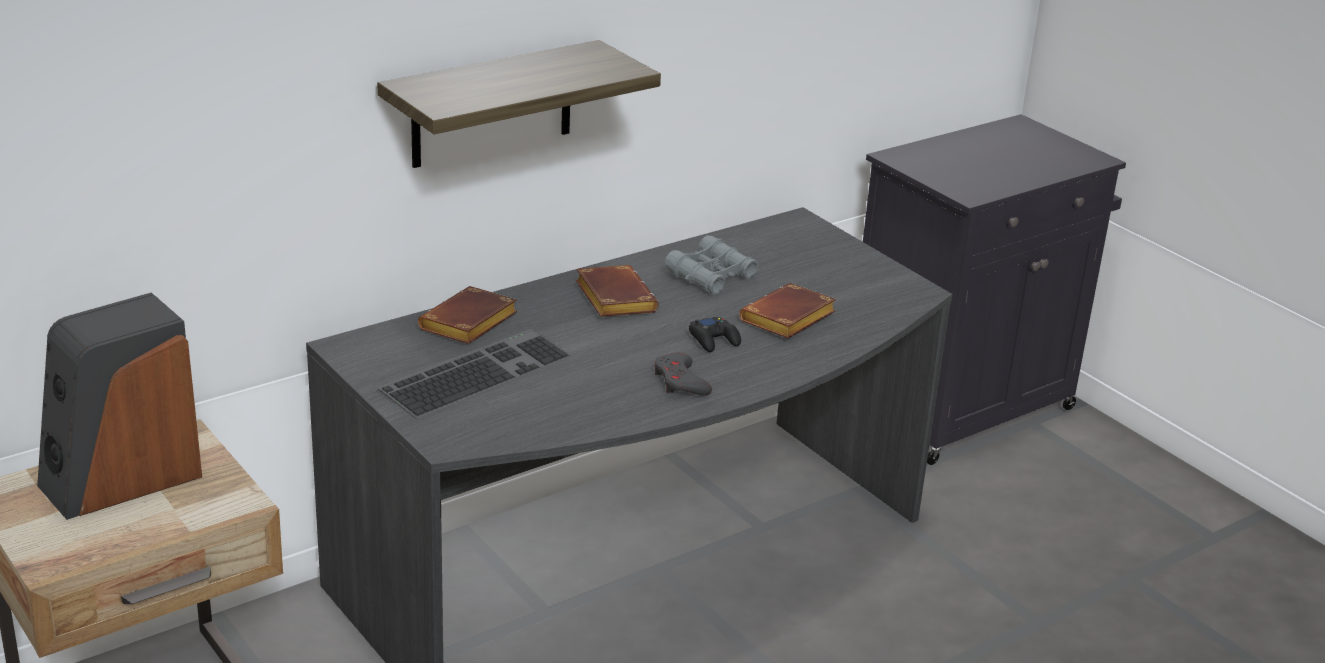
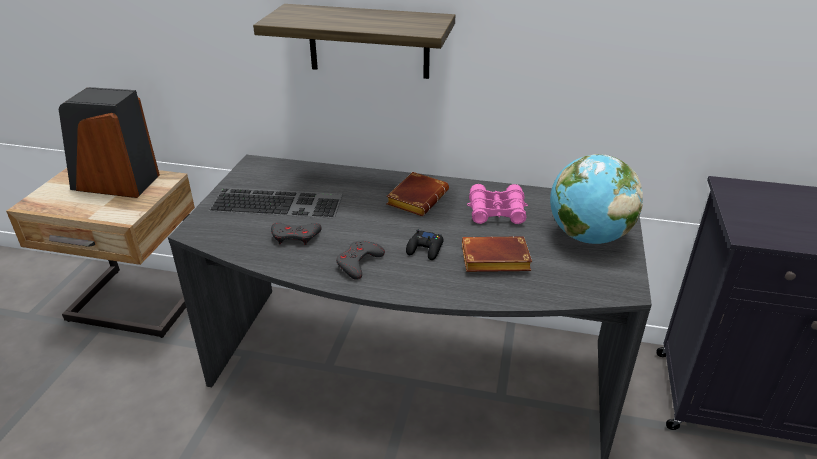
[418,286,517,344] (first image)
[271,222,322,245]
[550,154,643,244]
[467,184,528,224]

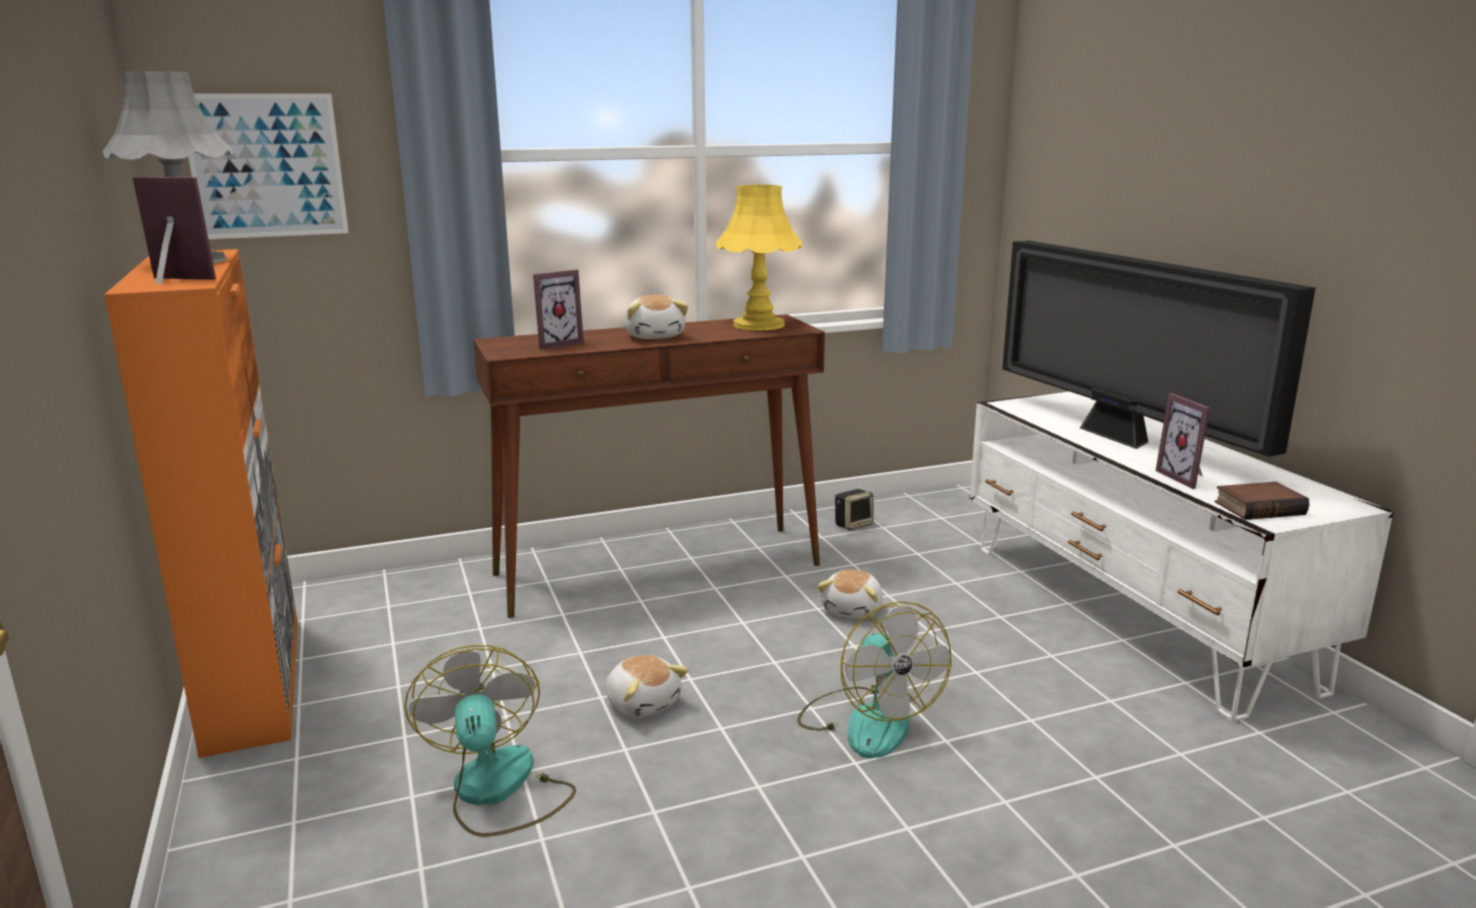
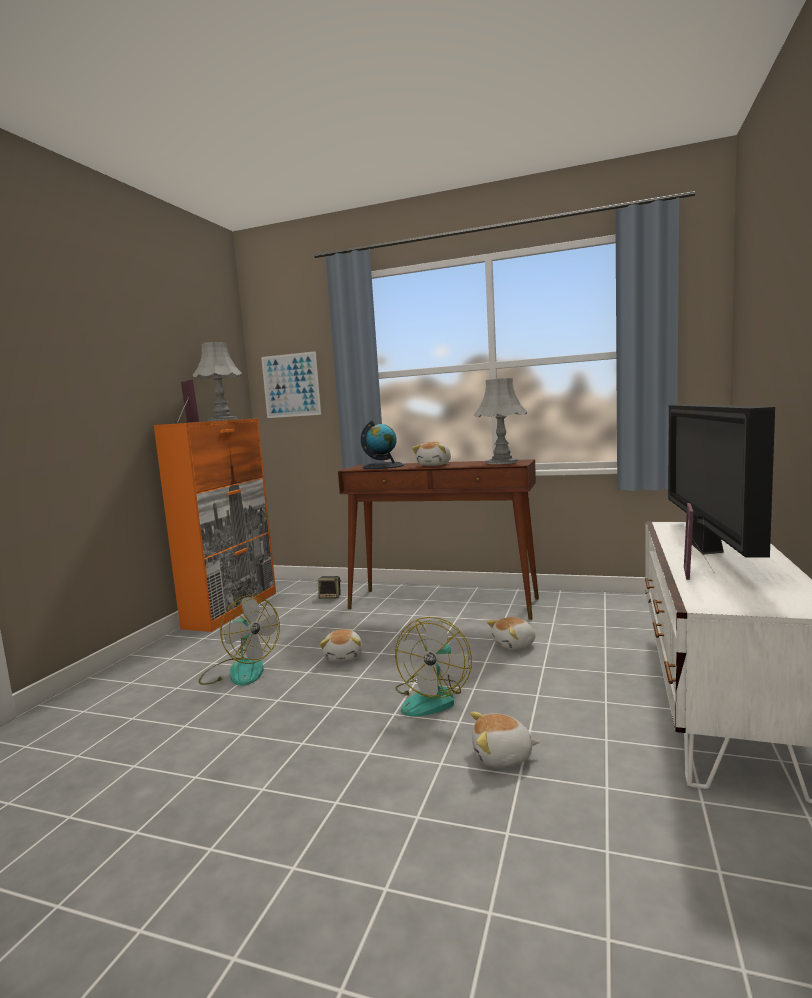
[1215,482,1309,520] (first image)
[470,712,540,767]
[318,576,341,599]
[360,421,404,469]
[474,378,527,464]
[199,595,280,686]

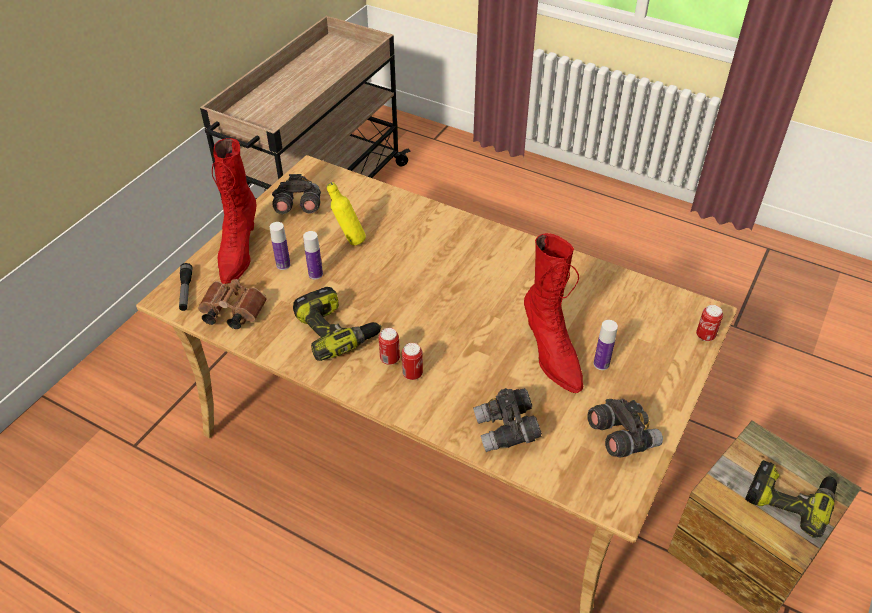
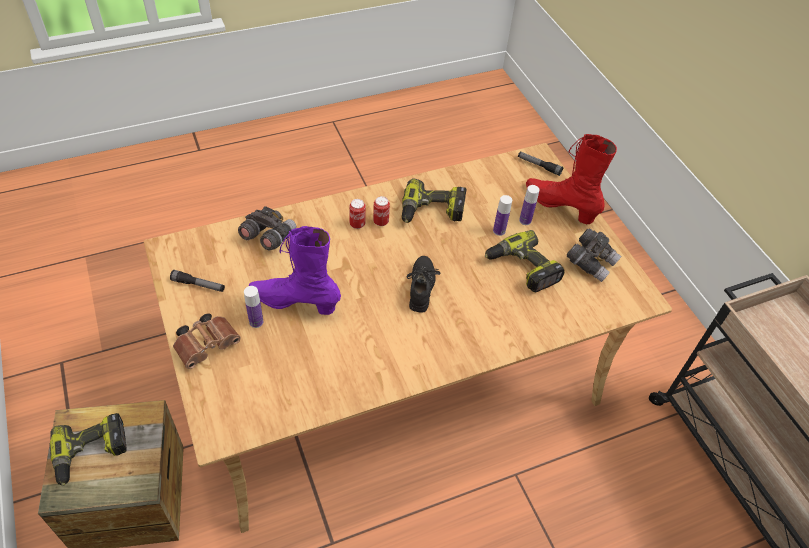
[696,305,723,341] (first image)
[406,256,441,313]
[173,313,241,369]
[485,230,565,292]
[170,270,225,292]
[249,226,341,315]

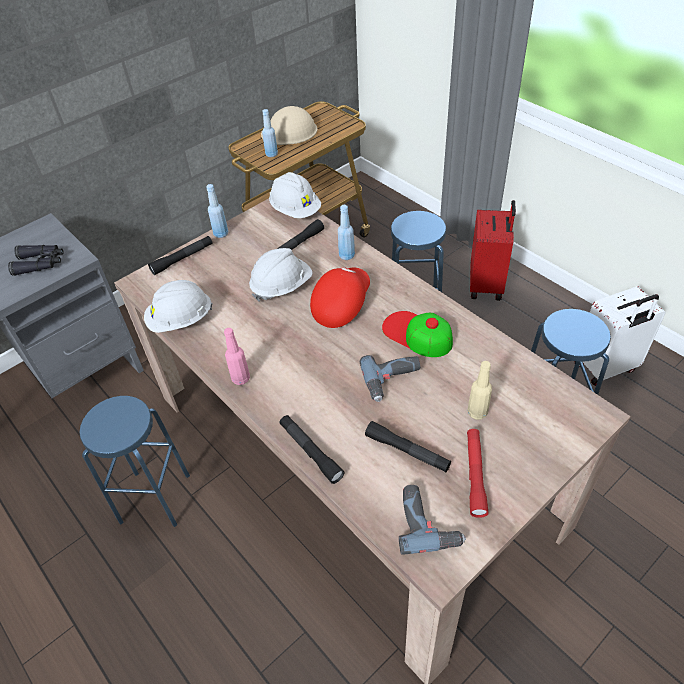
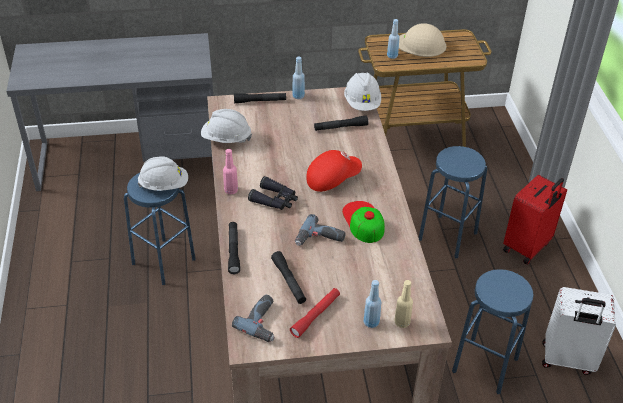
[248,176,298,210]
[138,156,188,191]
[364,280,381,328]
[394,280,413,328]

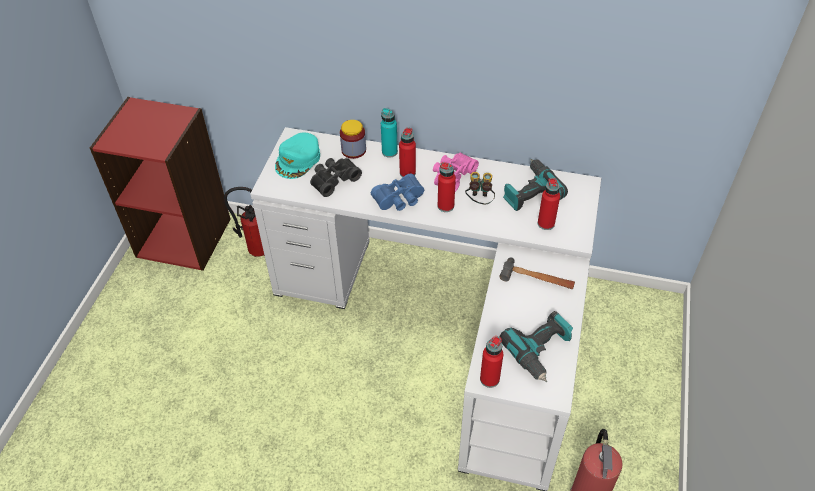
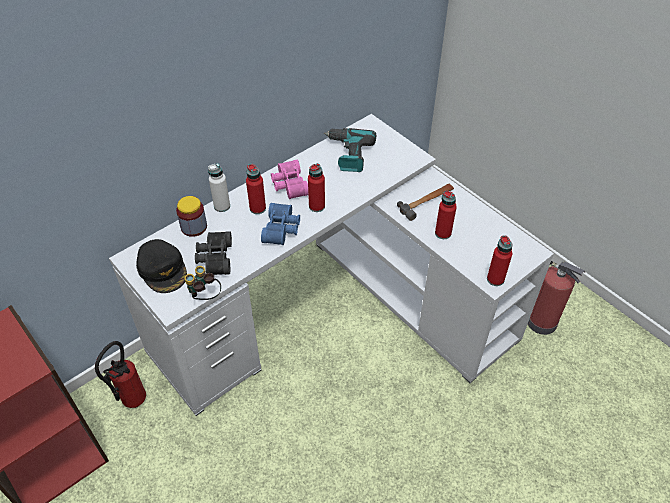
[499,311,573,382] (first image)
[184,266,221,300]
[435,190,457,239]
[136,239,187,293]
[208,163,230,212]

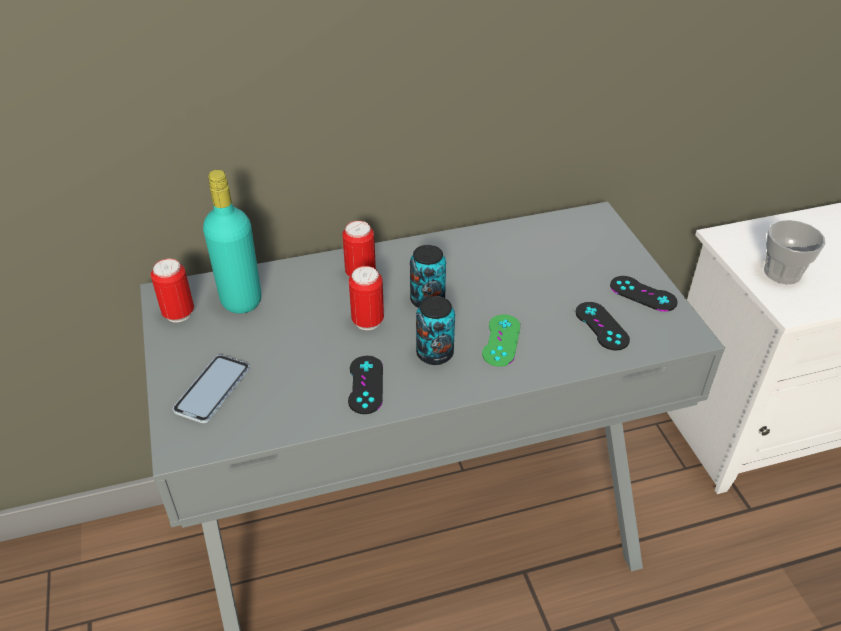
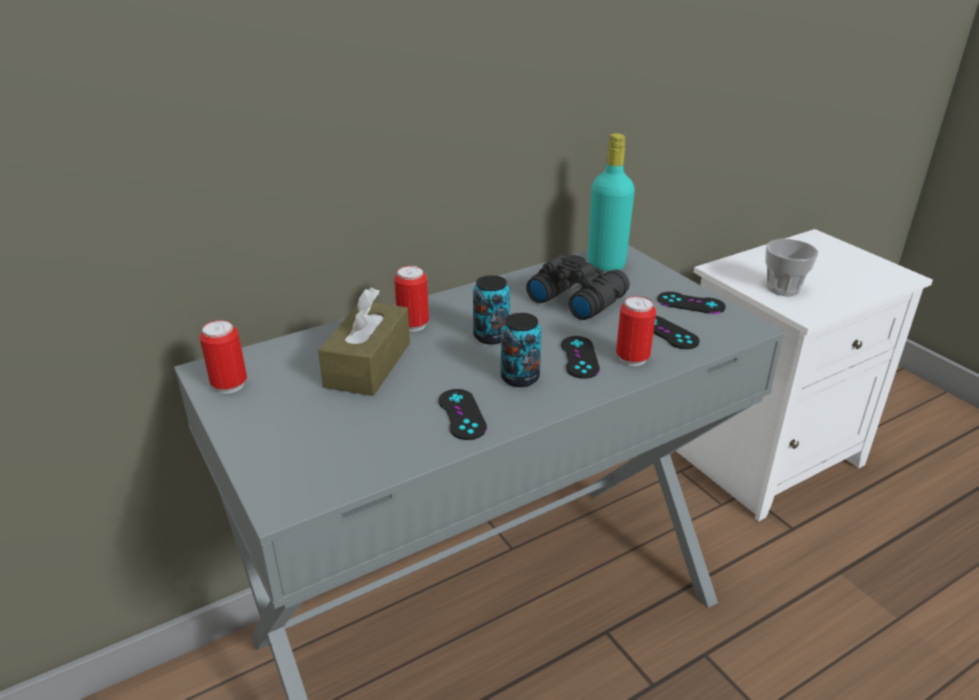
[173,355,250,423] (first image)
[318,287,410,396]
[526,255,630,320]
[588,133,635,272]
[616,296,656,366]
[561,336,600,379]

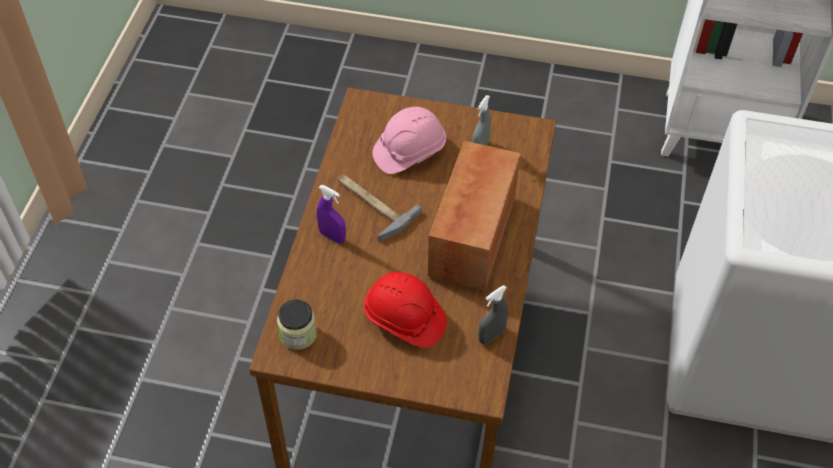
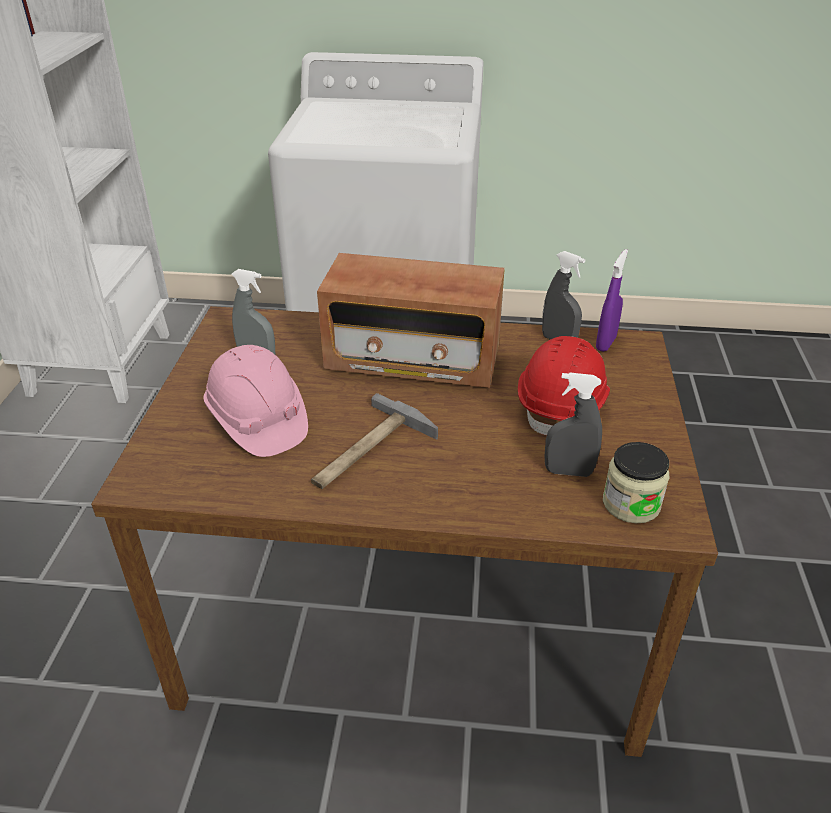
[545,372,602,477]
[596,249,628,352]

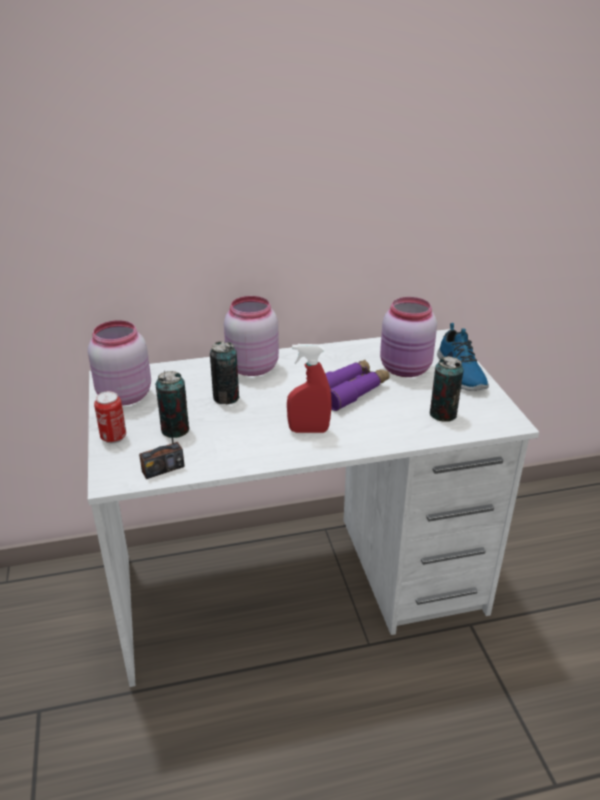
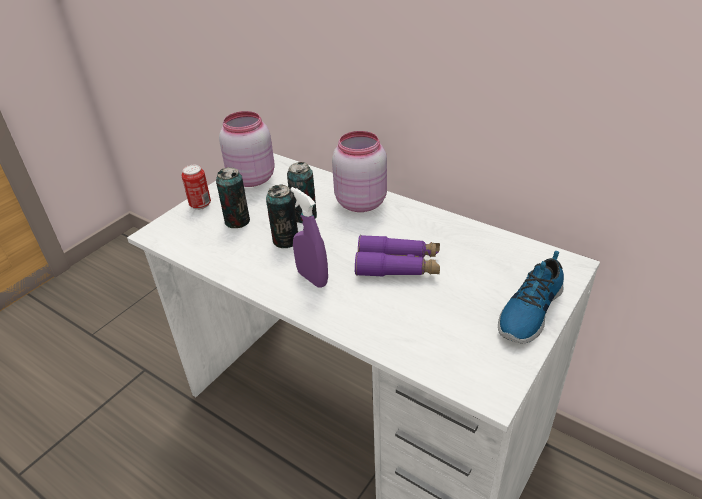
[139,372,185,479] (first image)
[380,297,437,377] (first image)
[266,184,298,248]
[290,187,328,288]

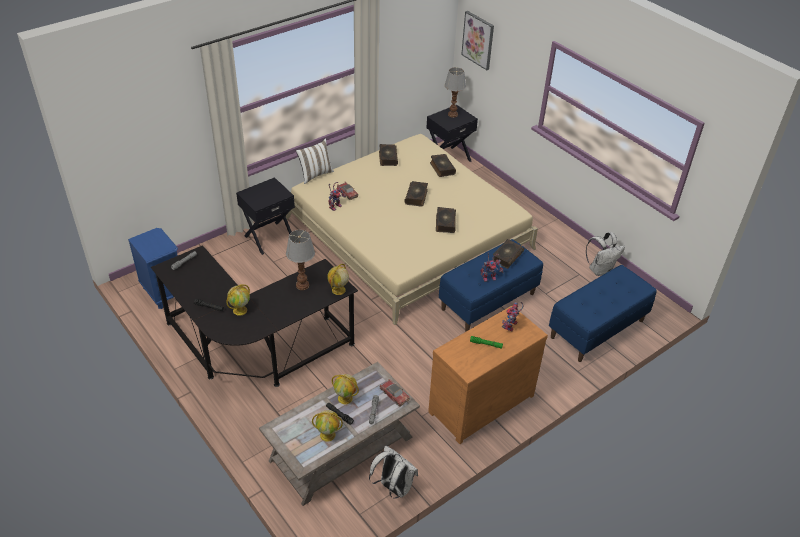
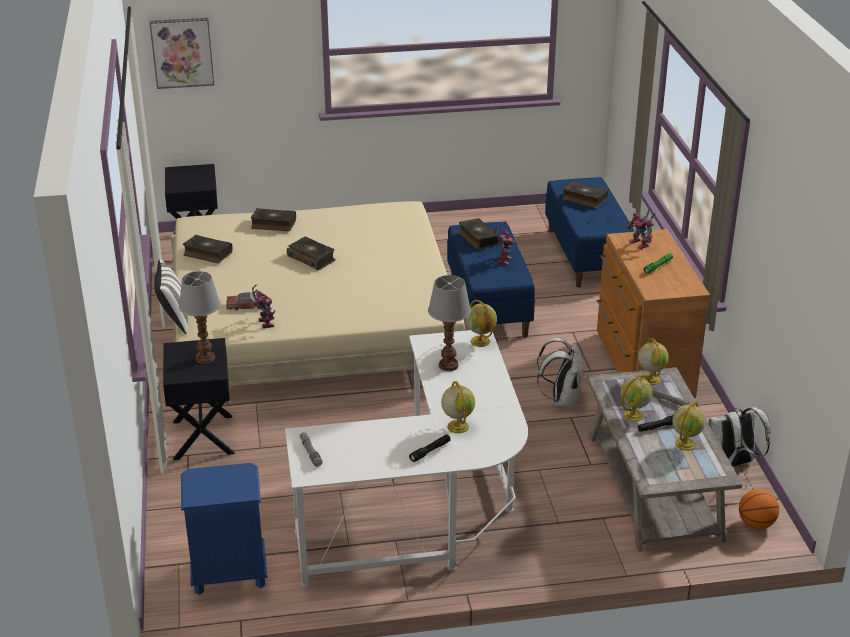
[739,489,779,529]
[562,182,608,208]
[179,271,221,364]
[537,338,584,408]
[638,338,669,385]
[285,330,528,587]

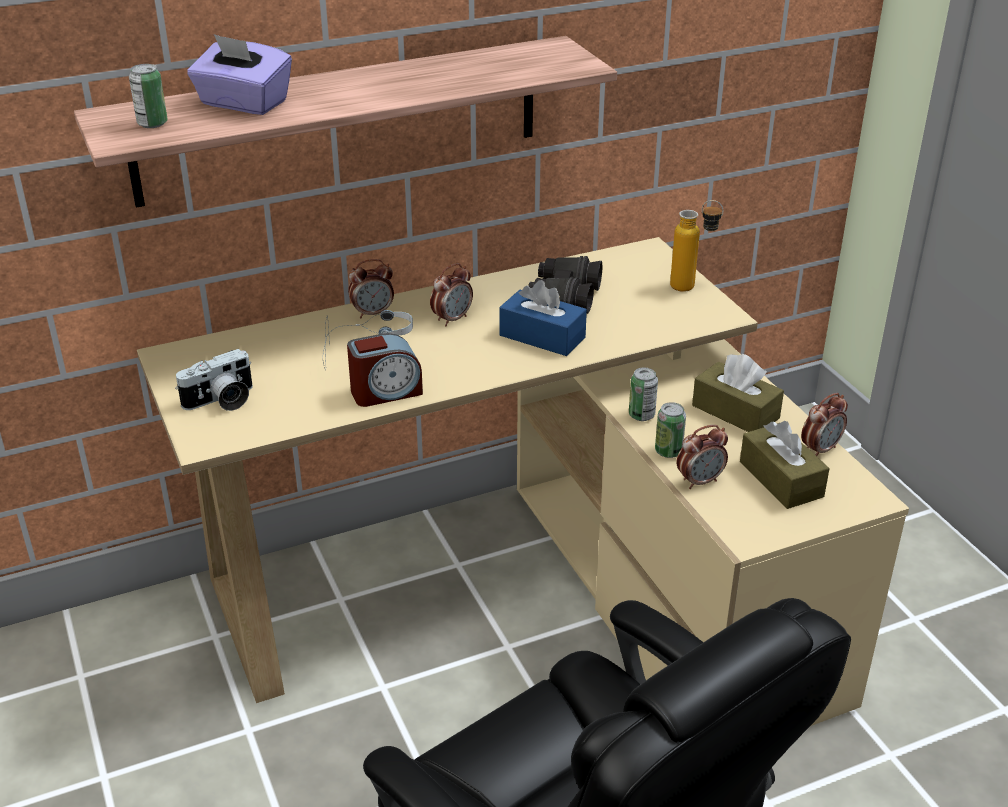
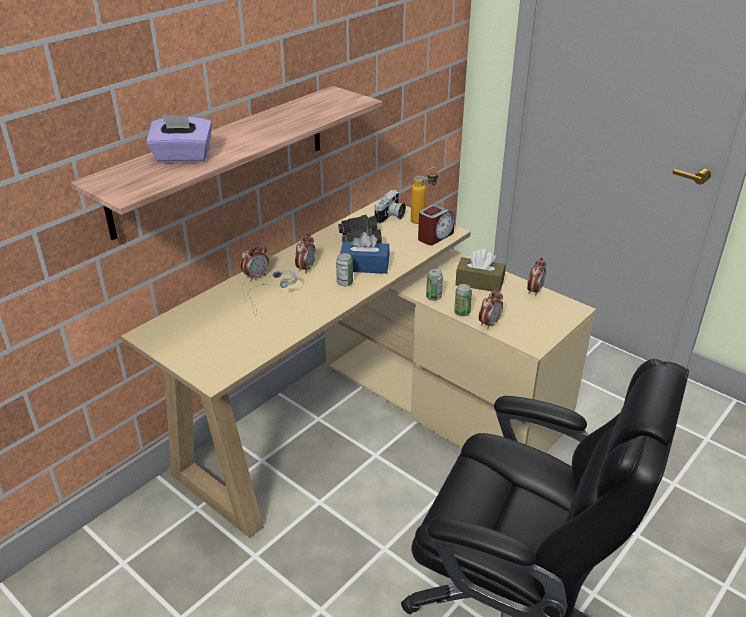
[740,421,830,509] (first image)
[336,253,353,286]
[375,190,406,224]
[418,205,455,245]

